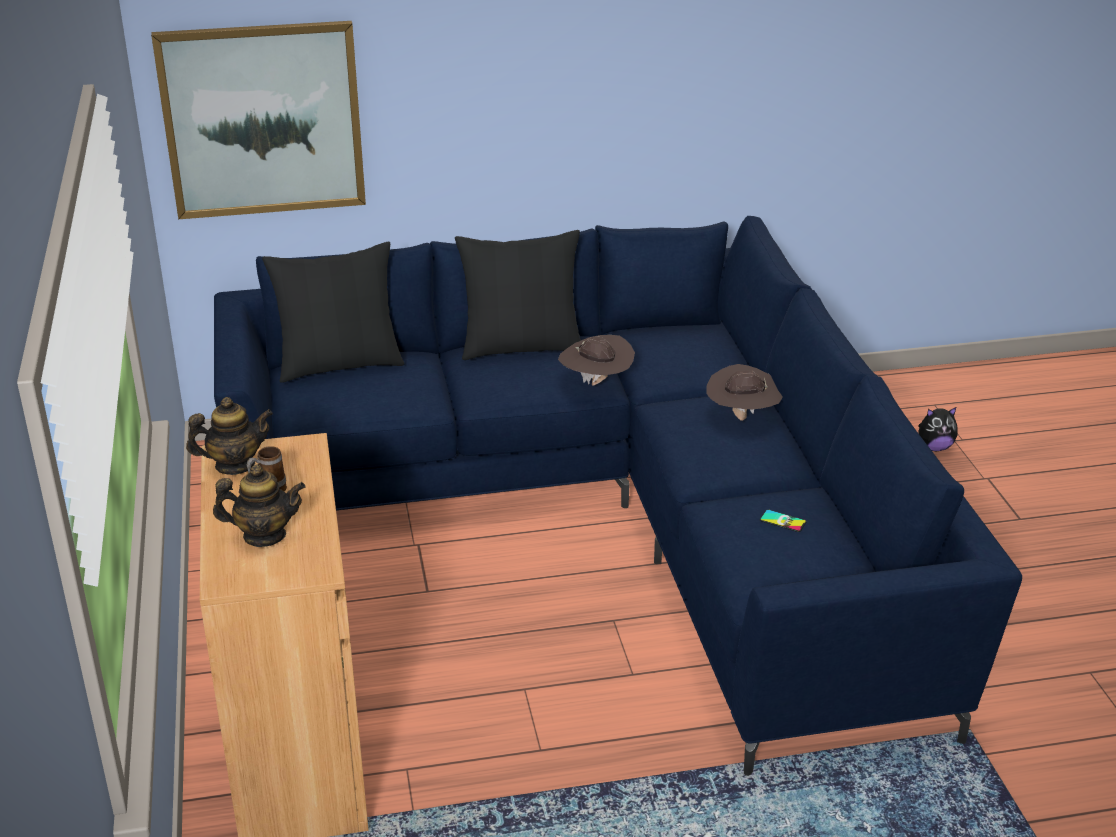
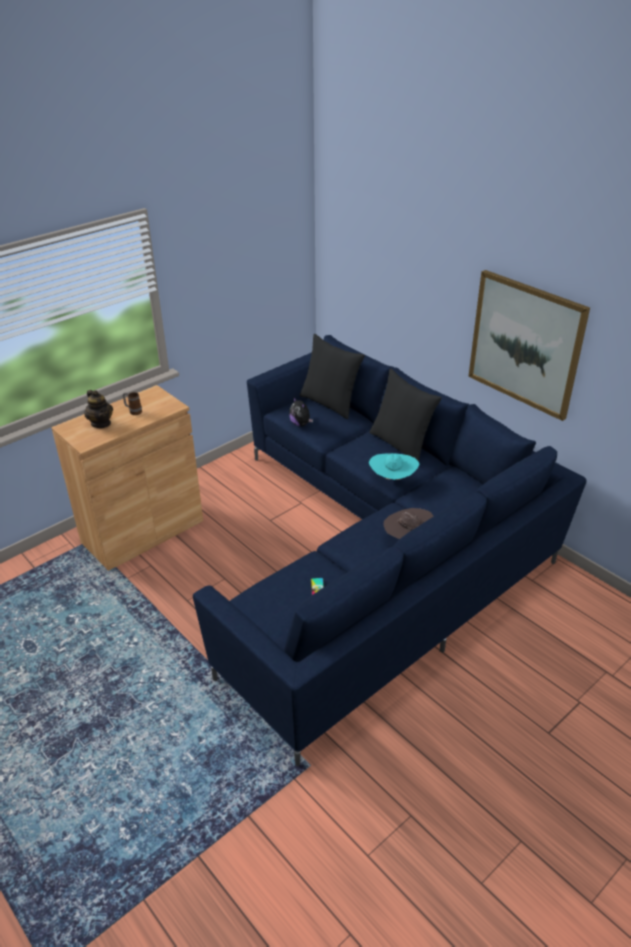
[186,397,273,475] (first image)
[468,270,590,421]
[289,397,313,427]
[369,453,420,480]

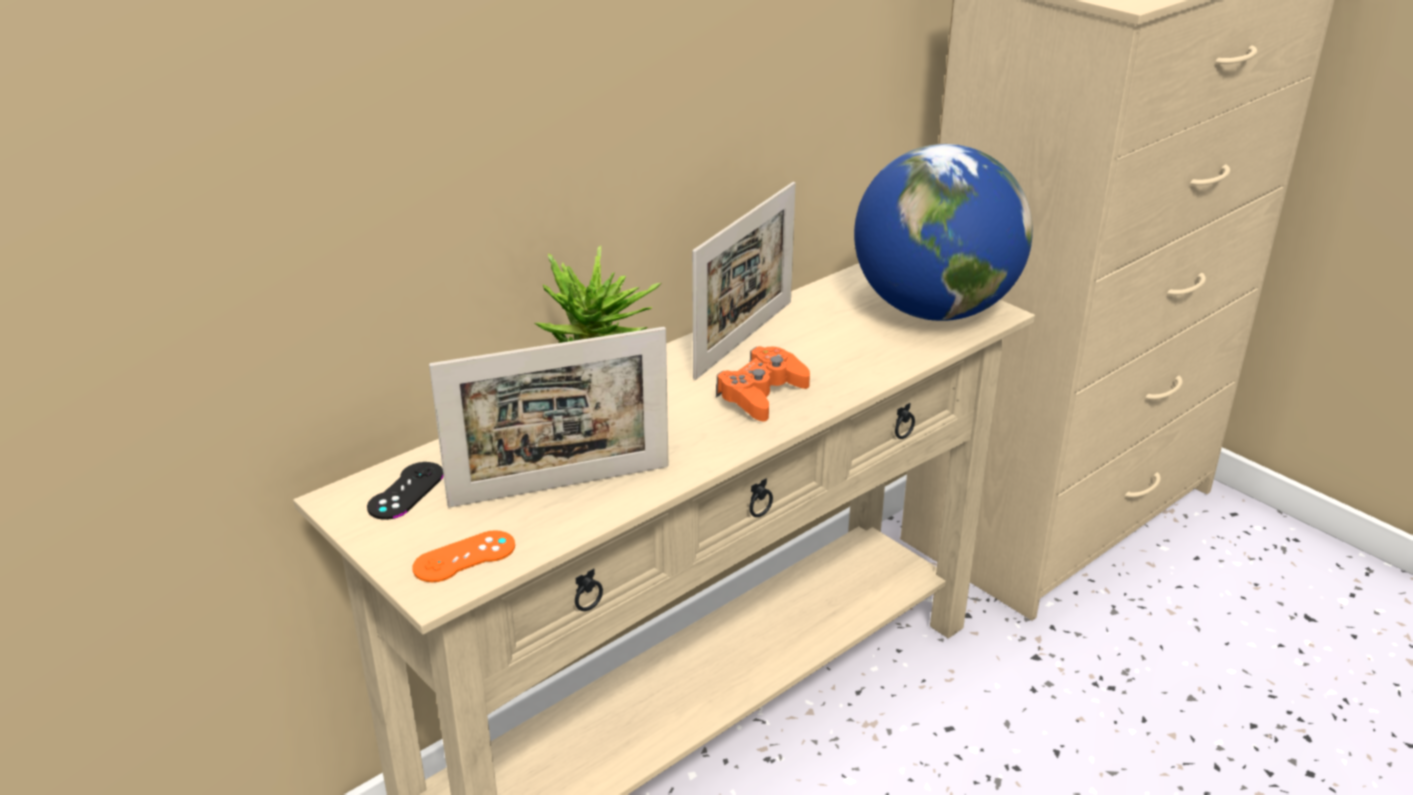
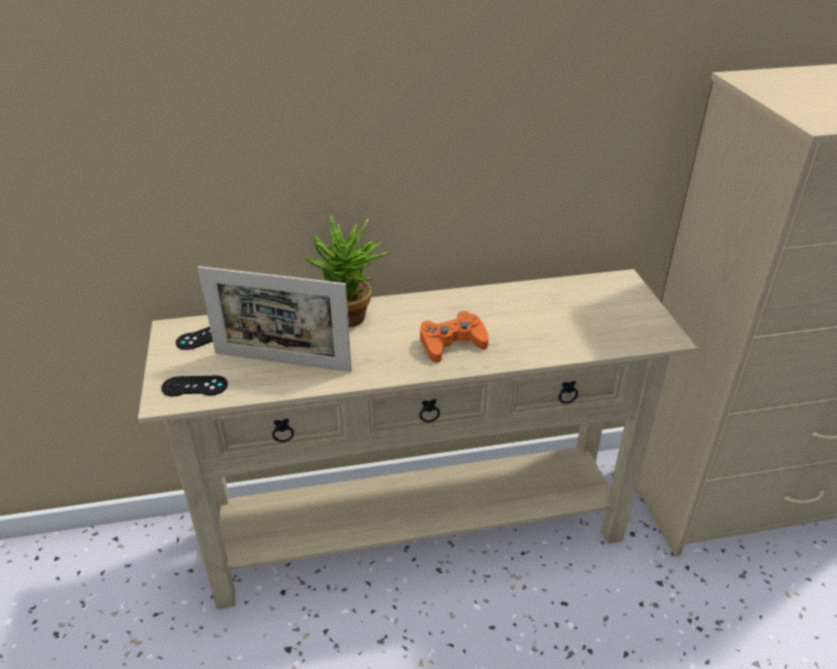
[692,182,796,380] (first image)
[854,144,1033,321] (first image)
[161,376,228,397]

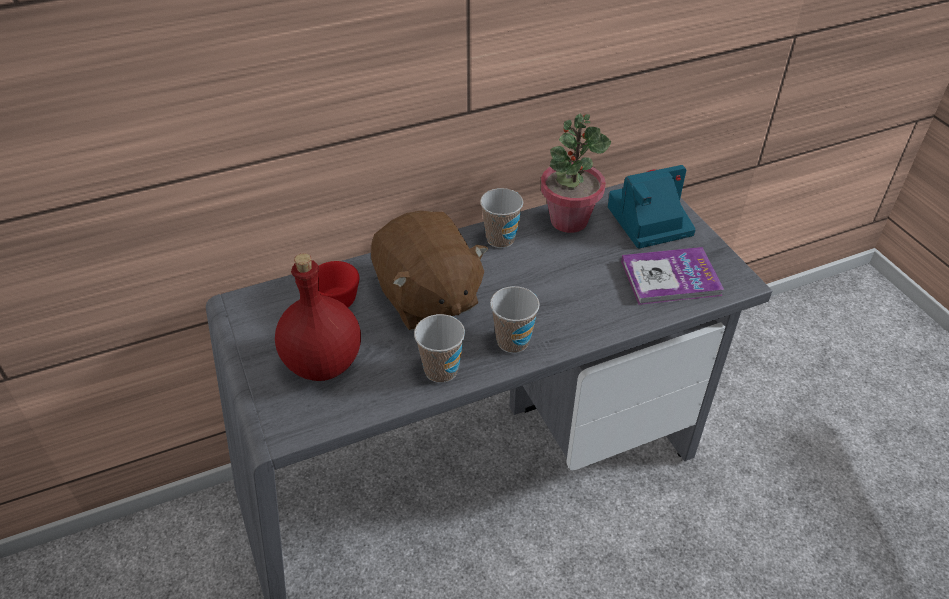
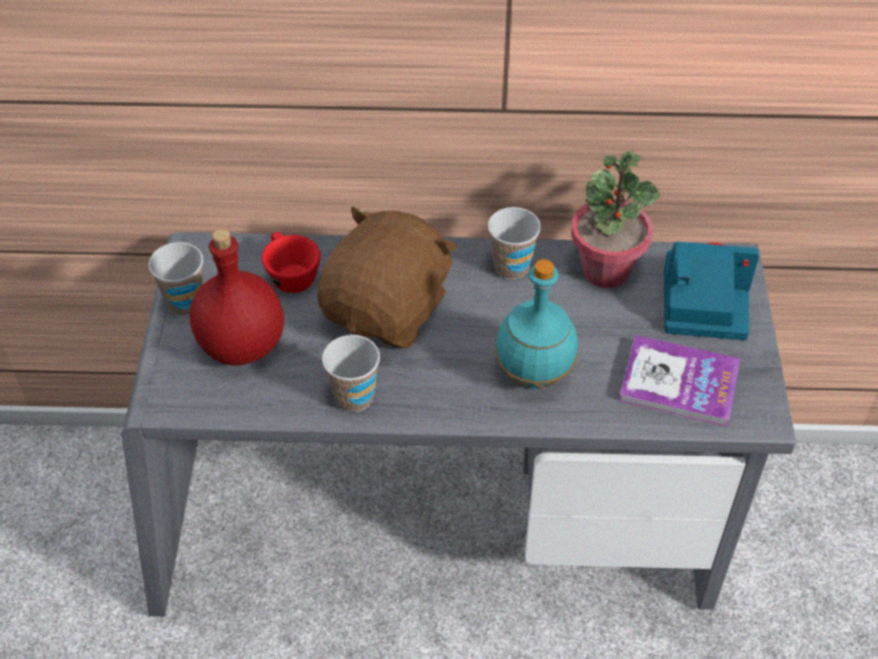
[495,259,578,389]
[149,242,203,316]
[317,206,457,348]

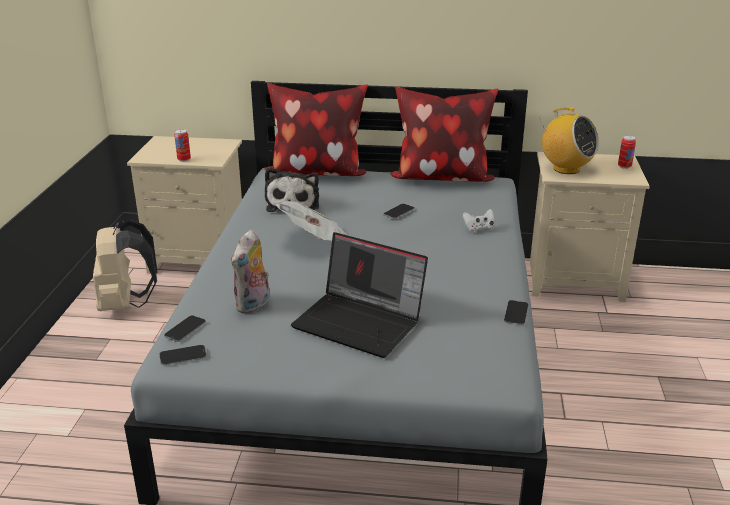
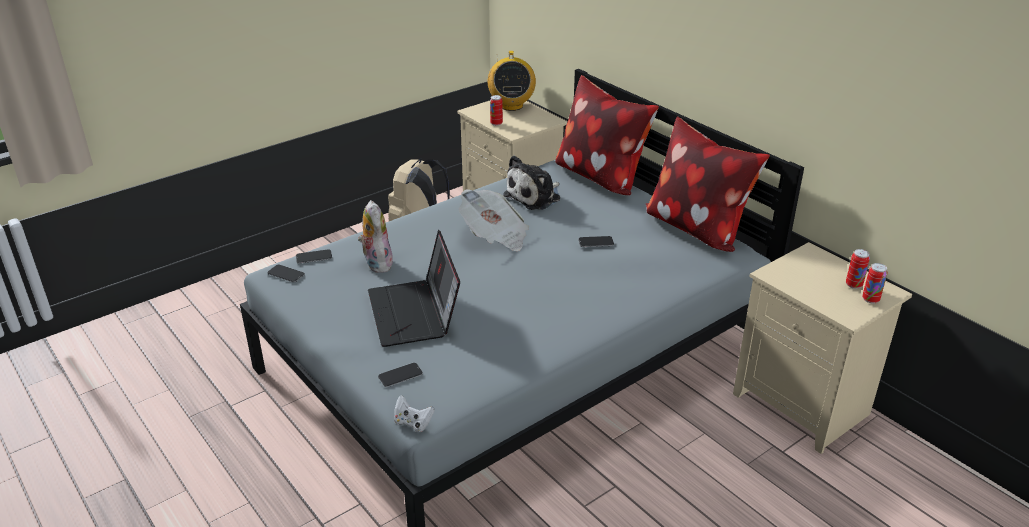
[846,249,870,289]
[394,395,435,432]
[378,363,423,387]
[488,51,536,111]
[358,200,393,273]

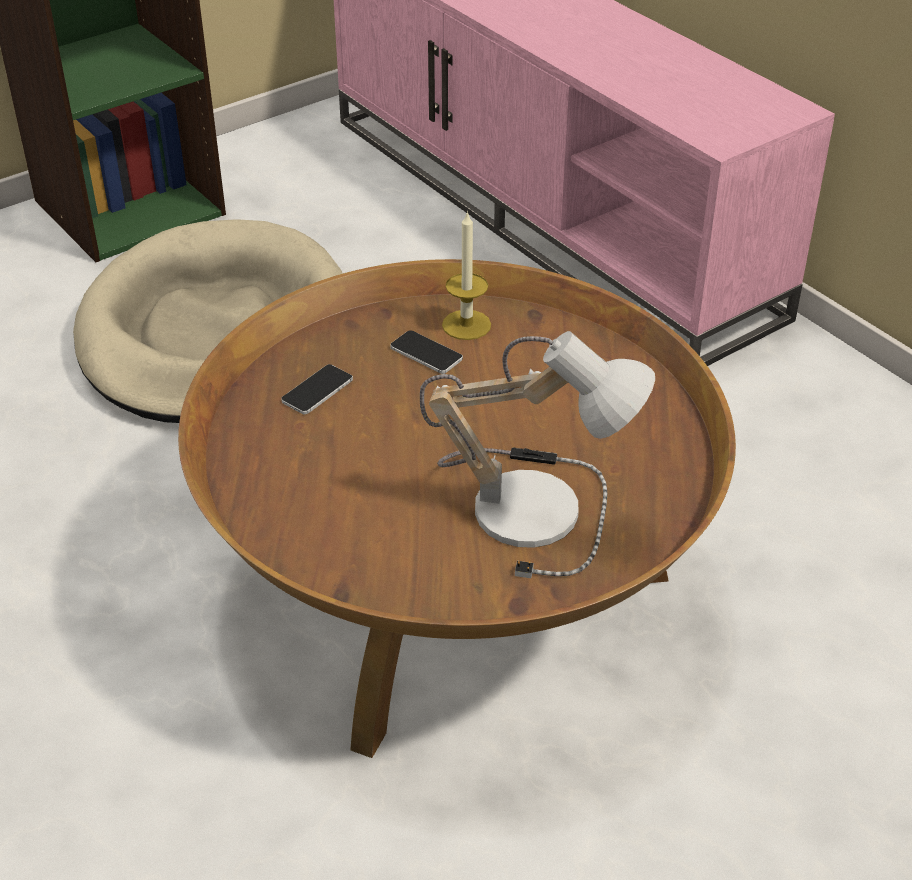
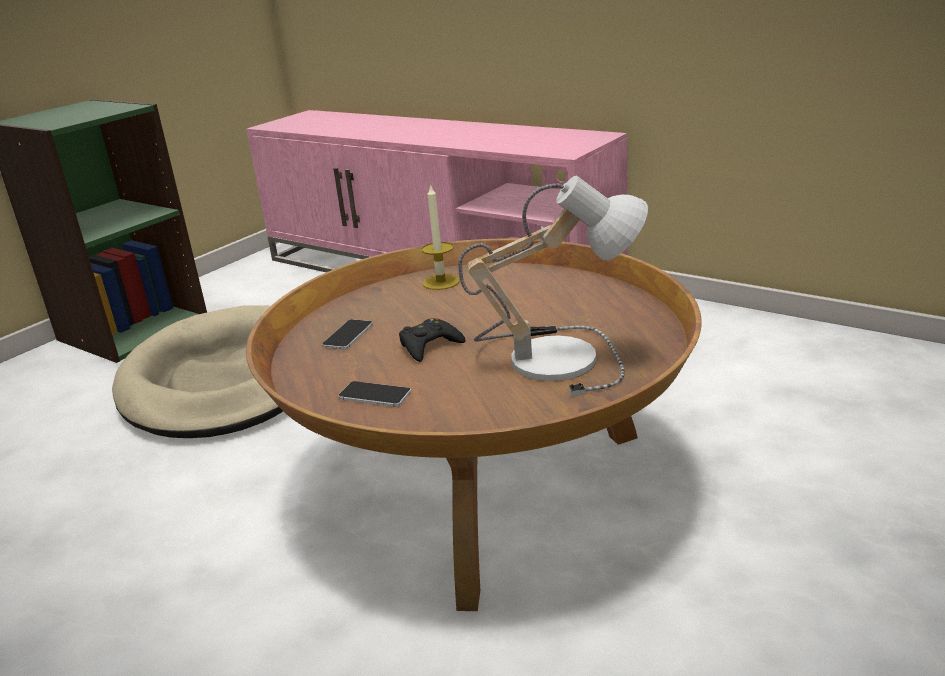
[399,318,465,362]
[339,381,411,407]

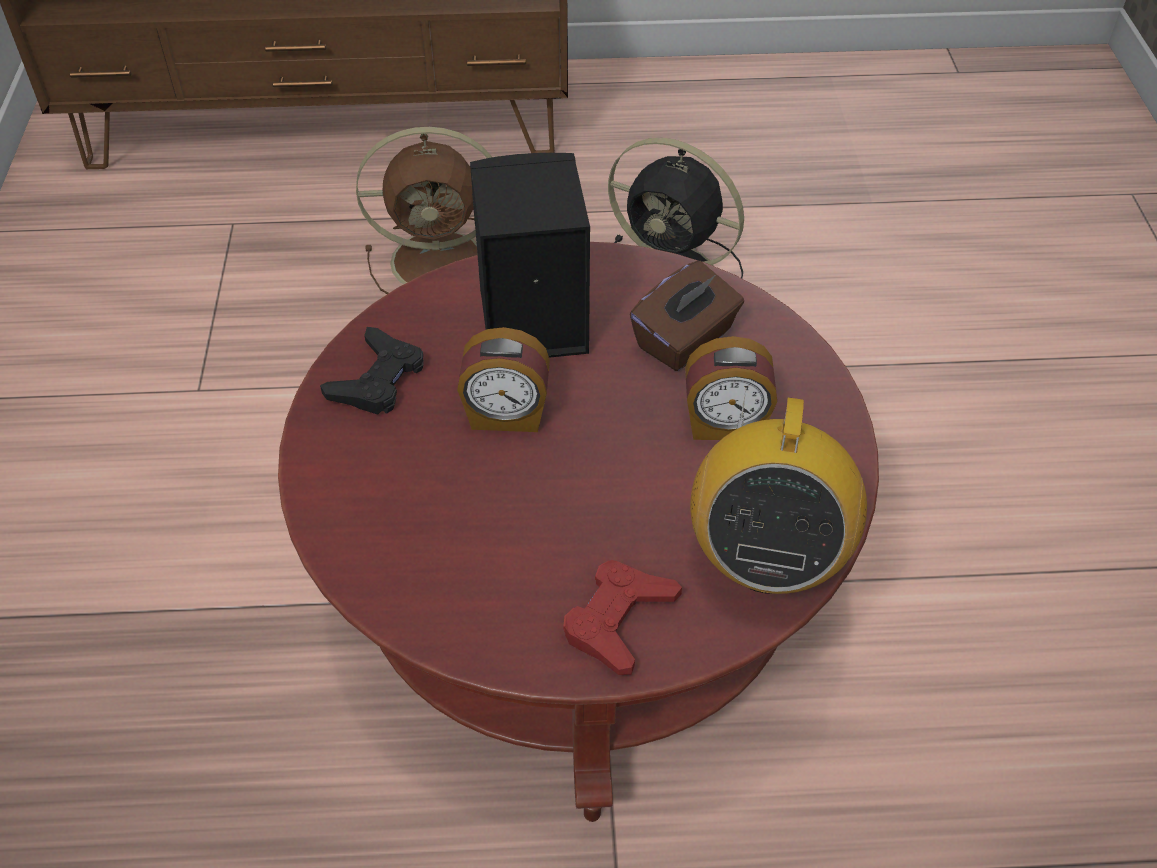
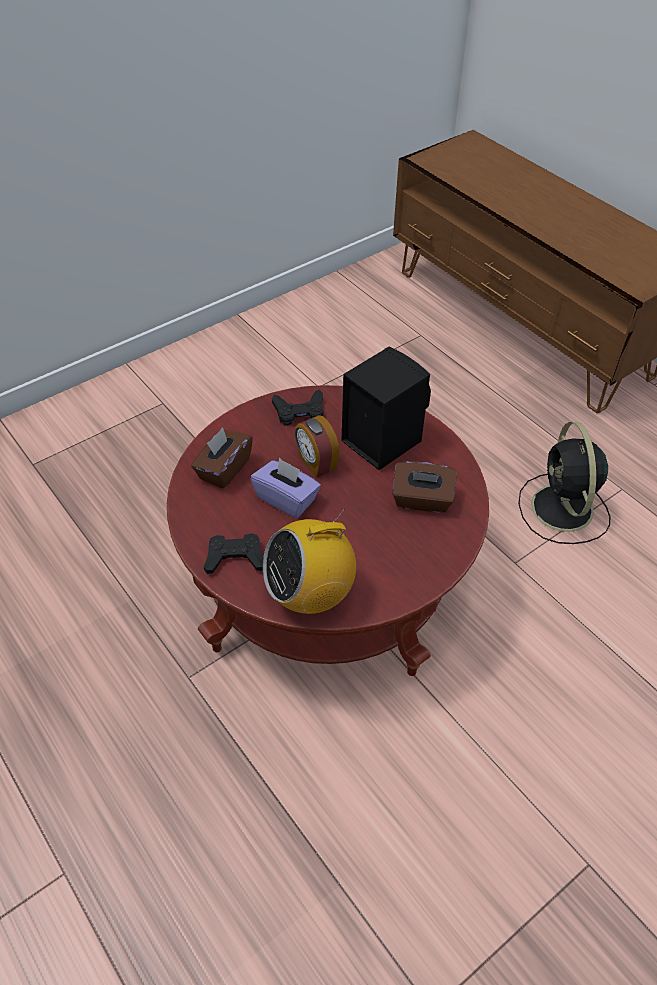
[356,127,492,294] (first image)
[685,336,777,440] (first image)
[191,428,253,489]
[251,458,321,518]
[204,533,263,574]

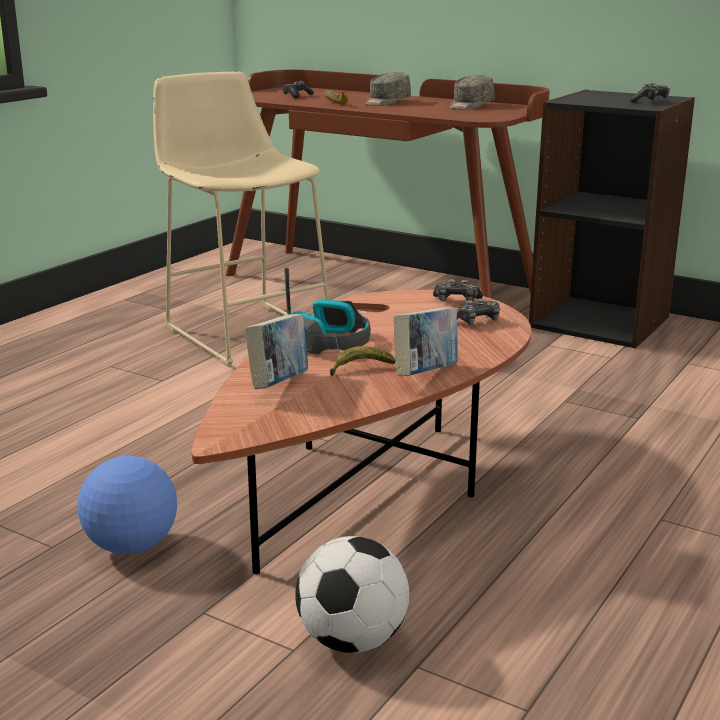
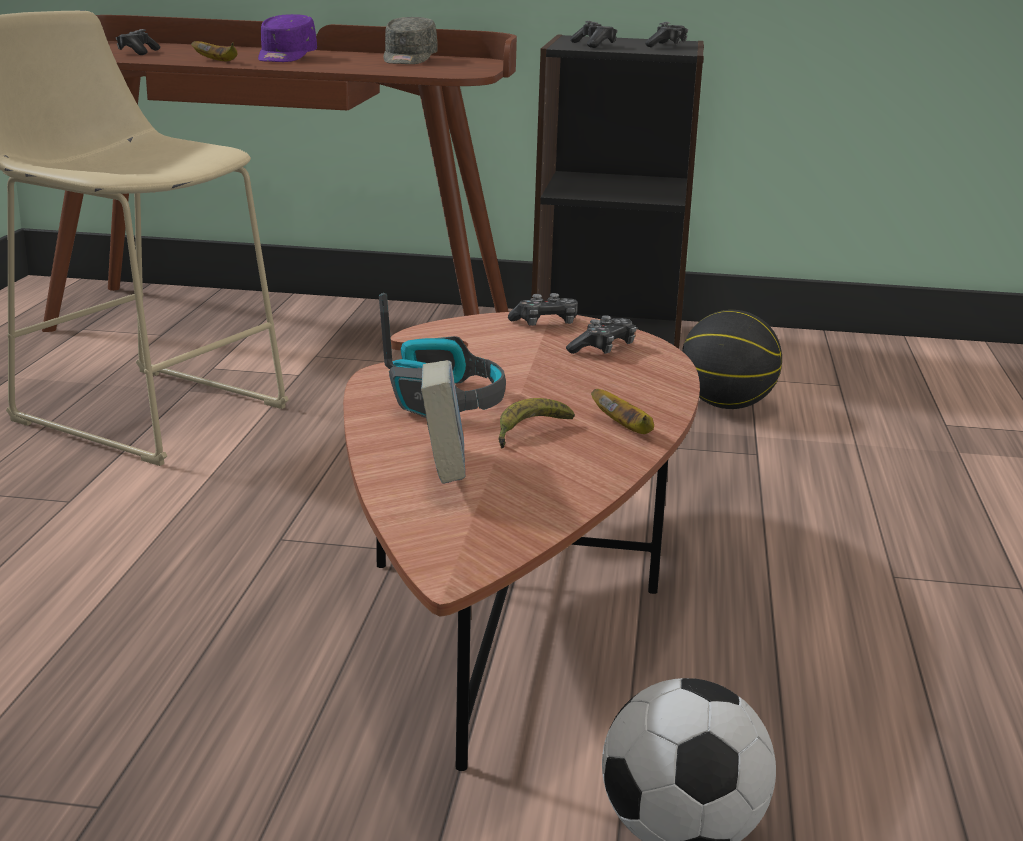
[77,456,177,554] (first image)
[570,21,617,48]
[682,310,782,409]
[591,389,654,434]
[258,14,317,62]

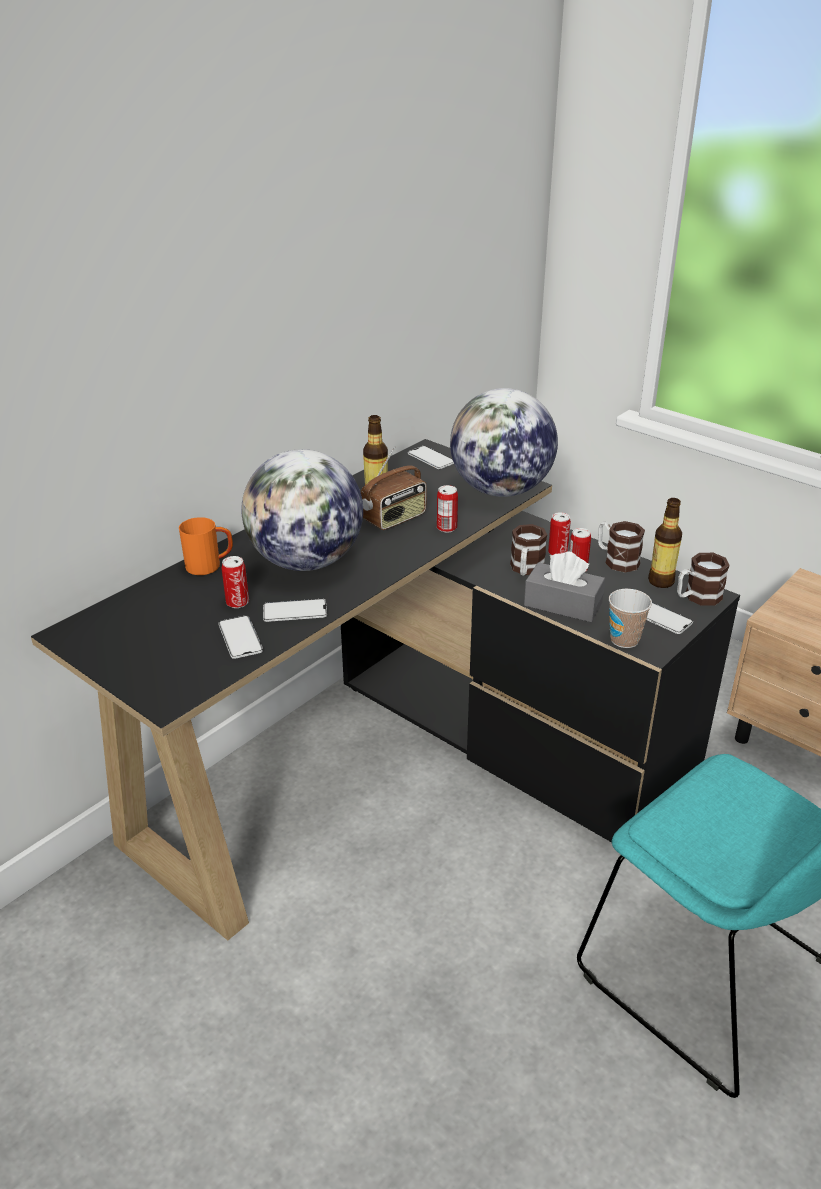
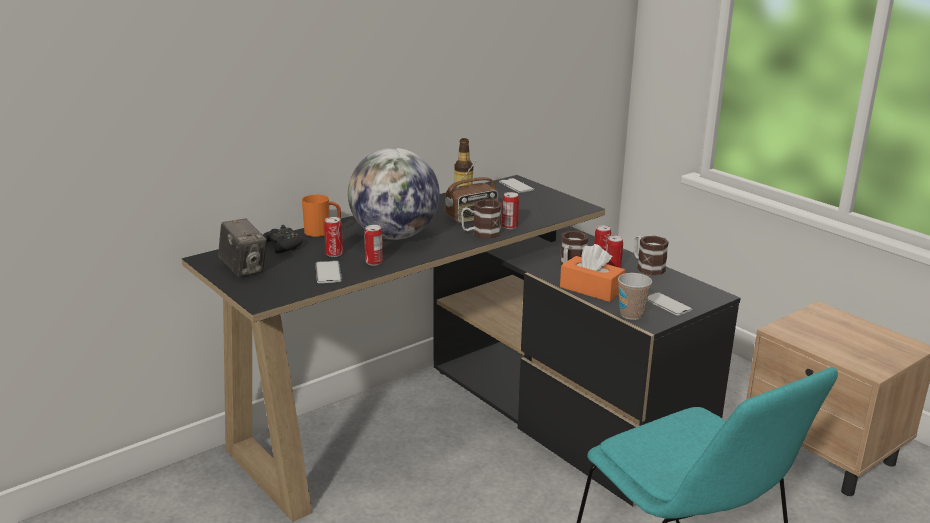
[450,388,558,497] (first image)
[648,498,682,588] (first image)
[218,218,267,277]
[263,225,303,254]
[461,199,502,239]
[364,225,383,265]
[560,244,625,302]

